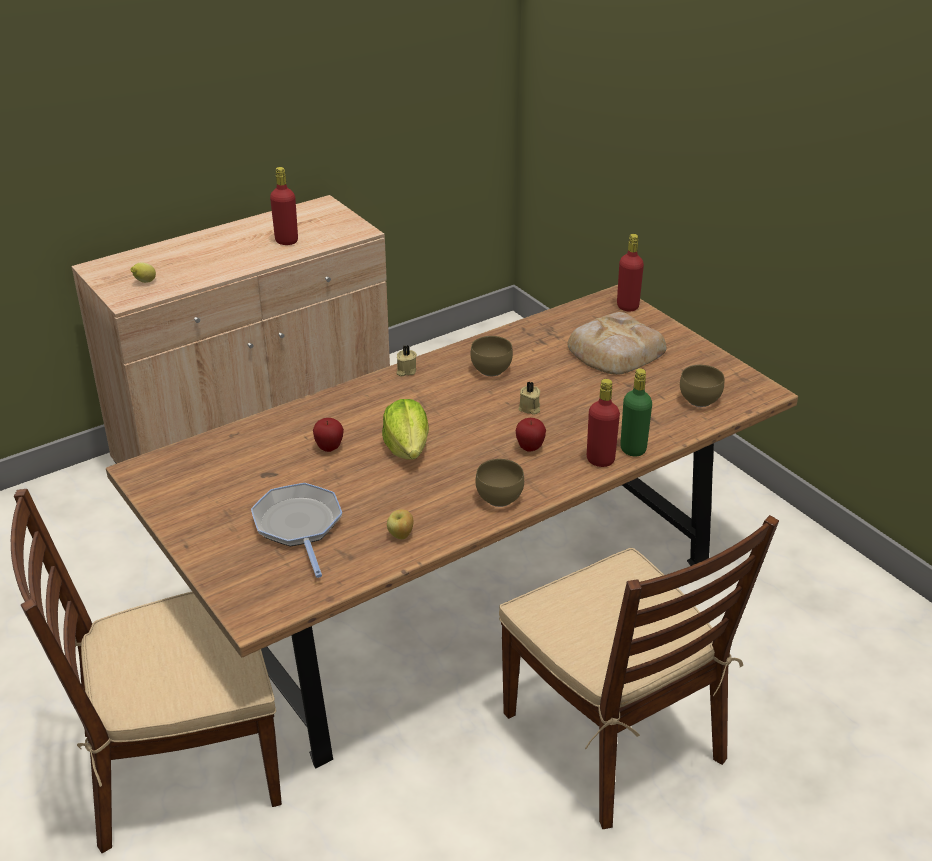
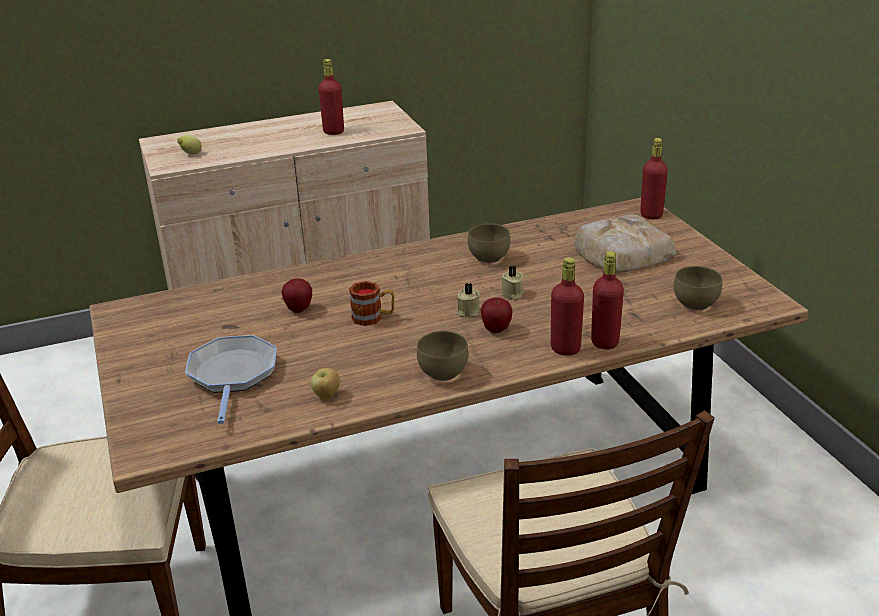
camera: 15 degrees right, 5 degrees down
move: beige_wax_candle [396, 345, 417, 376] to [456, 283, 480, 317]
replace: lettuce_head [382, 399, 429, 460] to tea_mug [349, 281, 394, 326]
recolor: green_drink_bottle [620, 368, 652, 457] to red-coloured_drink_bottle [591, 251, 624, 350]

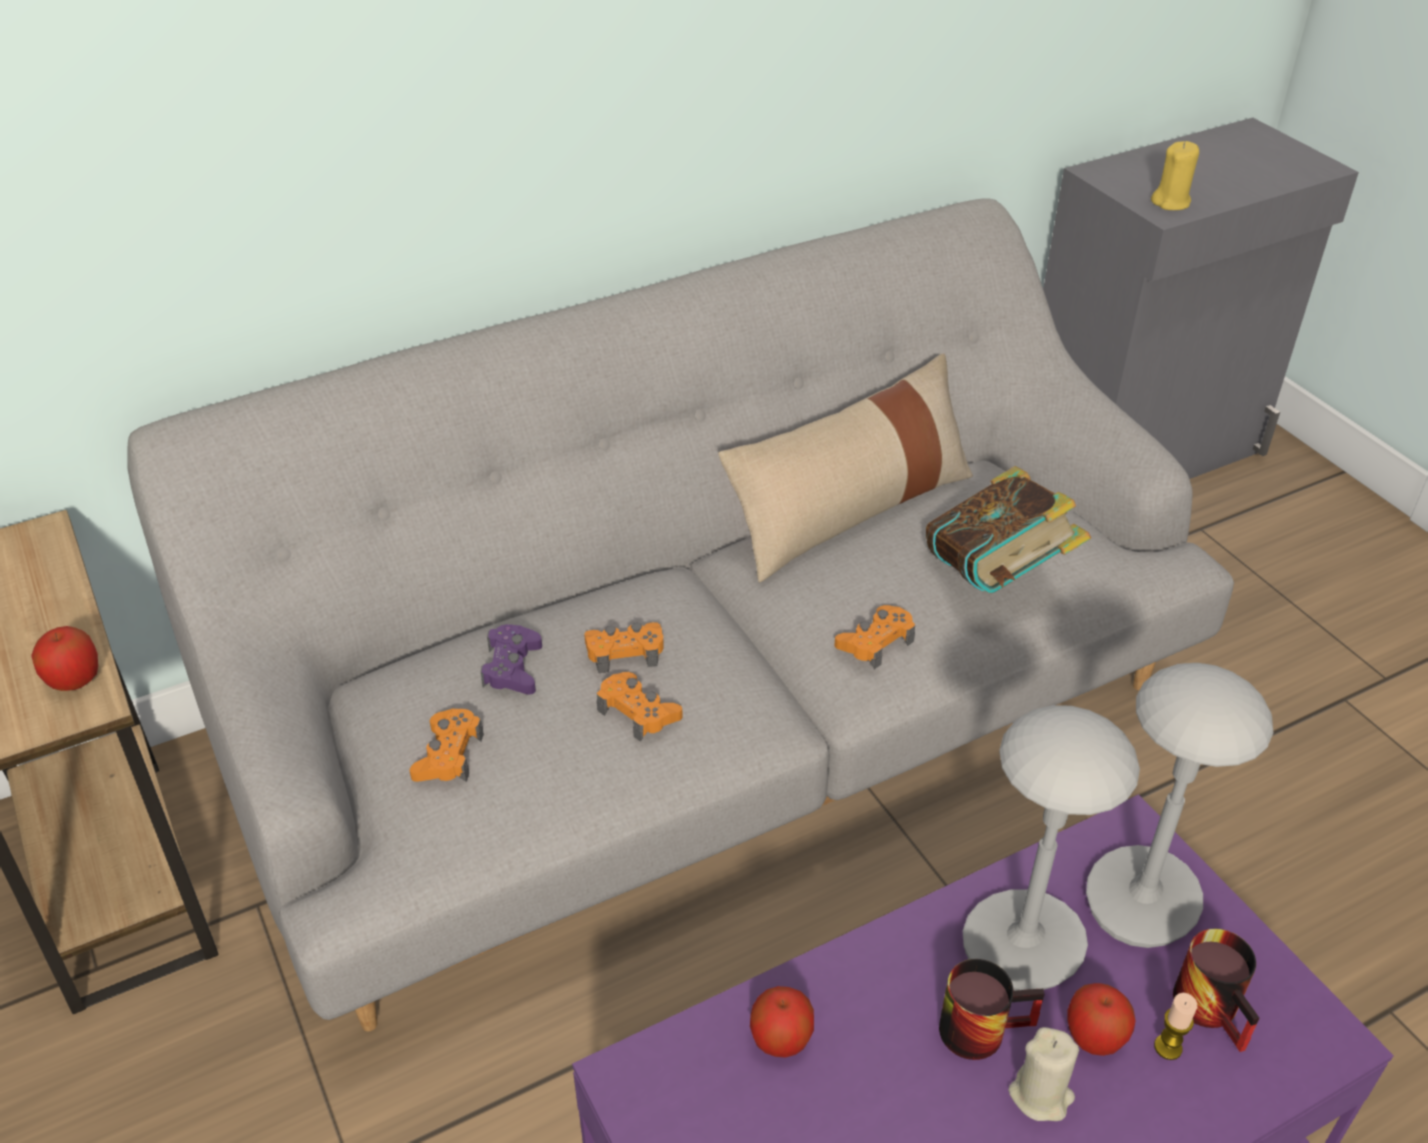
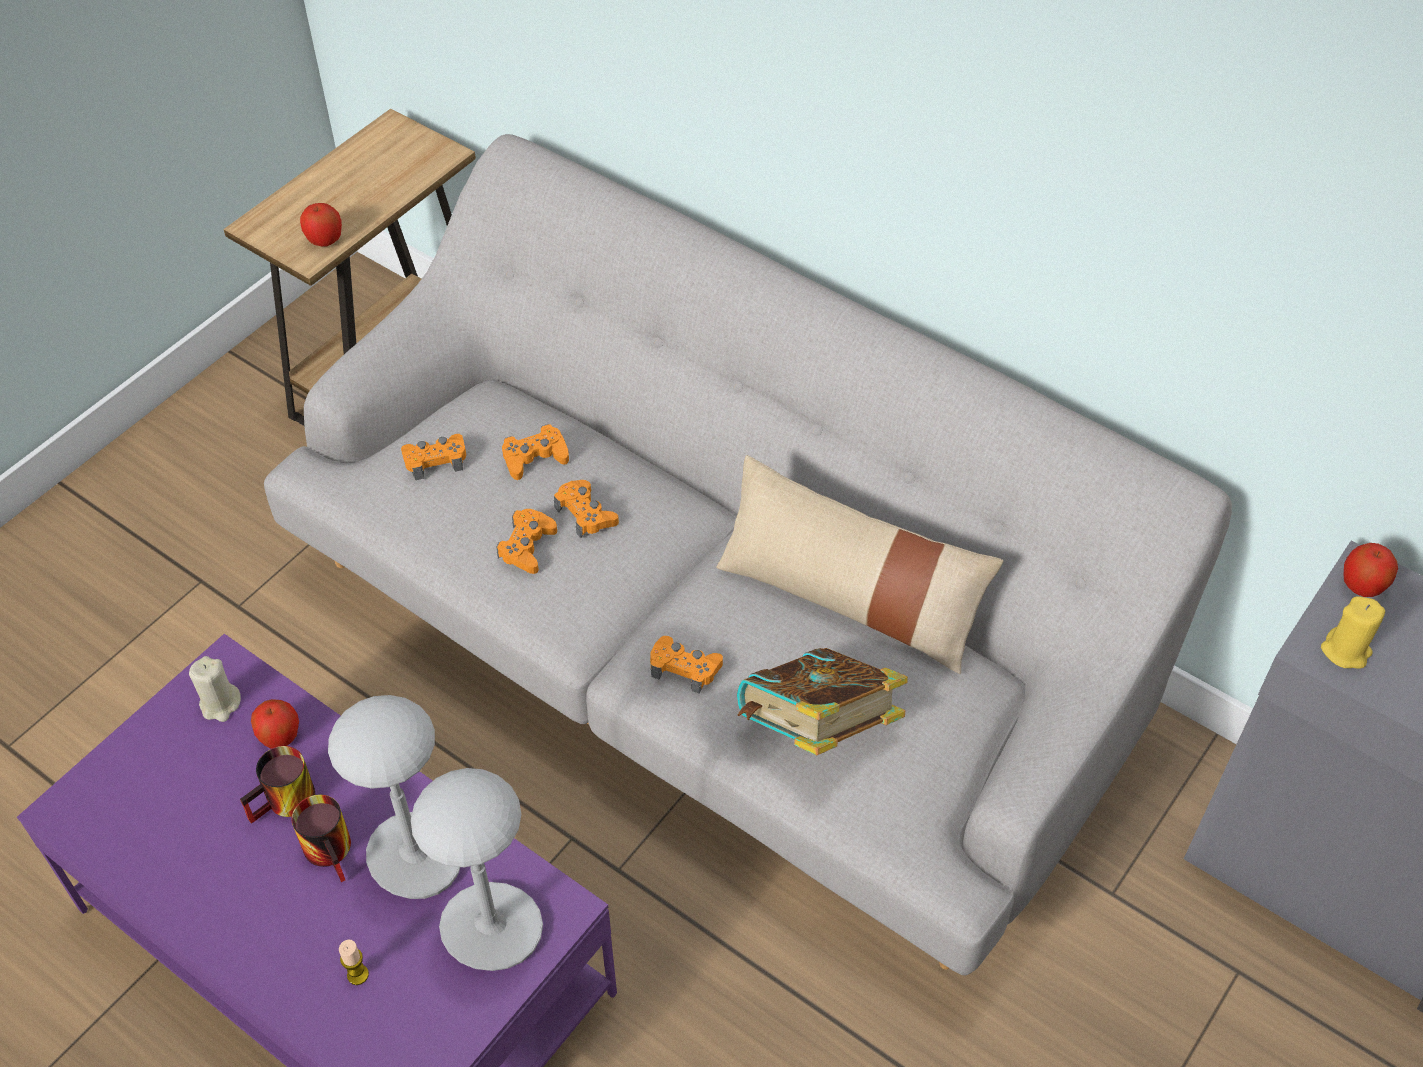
camera: 65 degrees right, 10 degrees up
move: beige_wax_candle [1008, 1027, 1079, 1121] to [189, 656, 241, 722]; apple_fruit [1068, 983, 1136, 1056] to [1344, 543, 1398, 597]; tea_mug [1173, 929, 1259, 1052] to [240, 746, 315, 823]
recolor: purple_joypad [481, 624, 542, 694] to orange-coloured_joypad [502, 424, 569, 480]

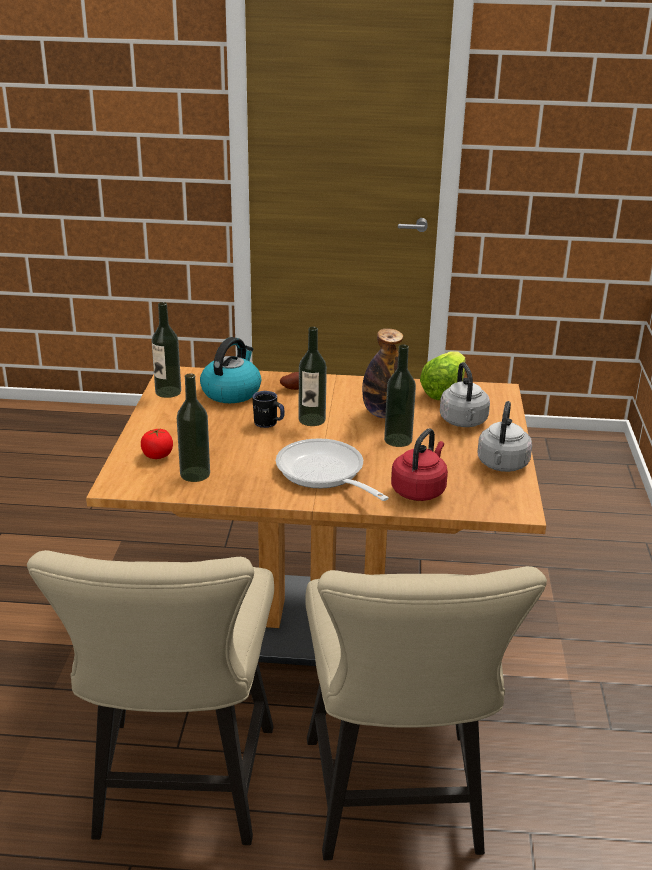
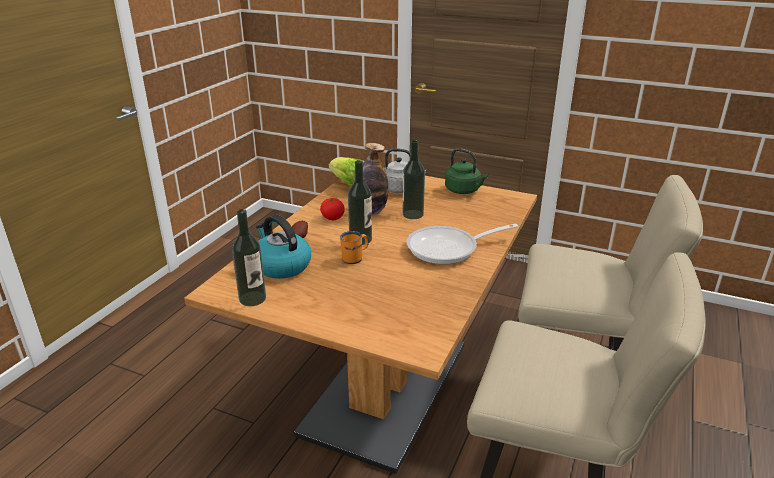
camera: 70 degrees left, 0 degrees up
delete: drink_bottle [177, 373, 210, 482]; red-coloured_tea_kettle [391, 428, 448, 501]
move: tomato [141, 429, 173, 459] to [320, 198, 345, 220]
recolor: black_tea_mug [252, 391, 285, 428] to orange-coloured_tea_mug [340, 231, 369, 264]; greyish_tea_kettle [478, 401, 532, 472] to green_tea_kettle [445, 148, 488, 194]

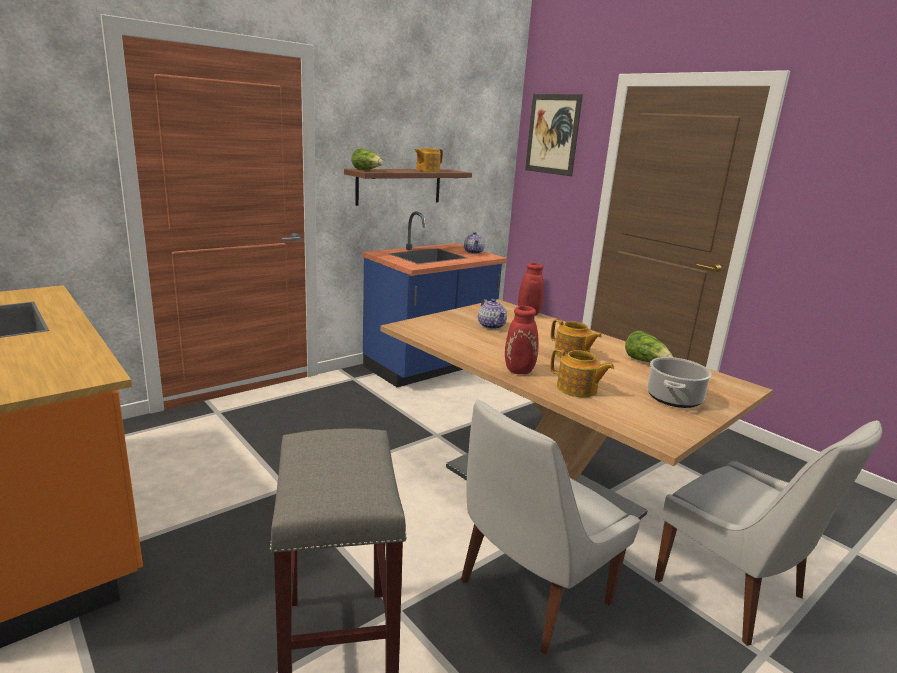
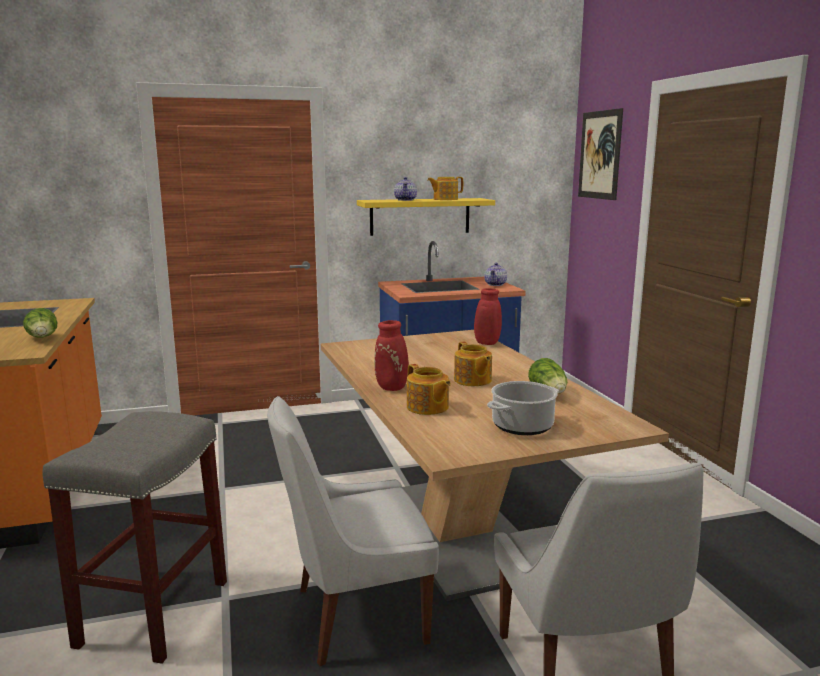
camera: 25 degrees right, 5 degrees down
move: lettuce_head [351, 148, 383, 170] to [23, 308, 57, 337]; teapot [478, 299, 507, 329] to [394, 177, 417, 201]
recolor: brown_wall_shelf [344, 169, 472, 206] to yellow-coloured_wall_shelf [357, 198, 495, 236]

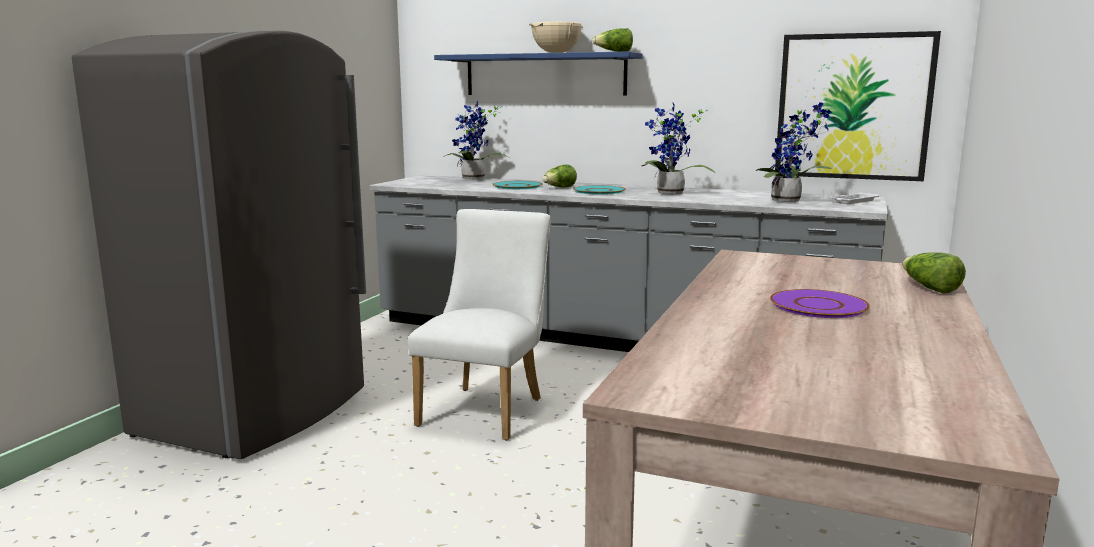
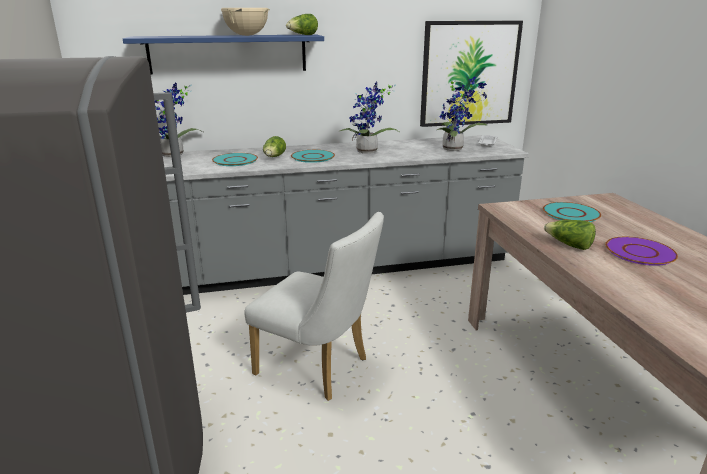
camera: 35 degrees left, 10 degrees up
insert: blue-green_plate [543, 202, 601, 222]
move: lettuce_head [902, 252, 966, 294] to [544, 220, 596, 250]
rotate: white-coloured_chair [408, 209, 551, 441] = [244, 212, 384, 401] 135 degrees clockwise

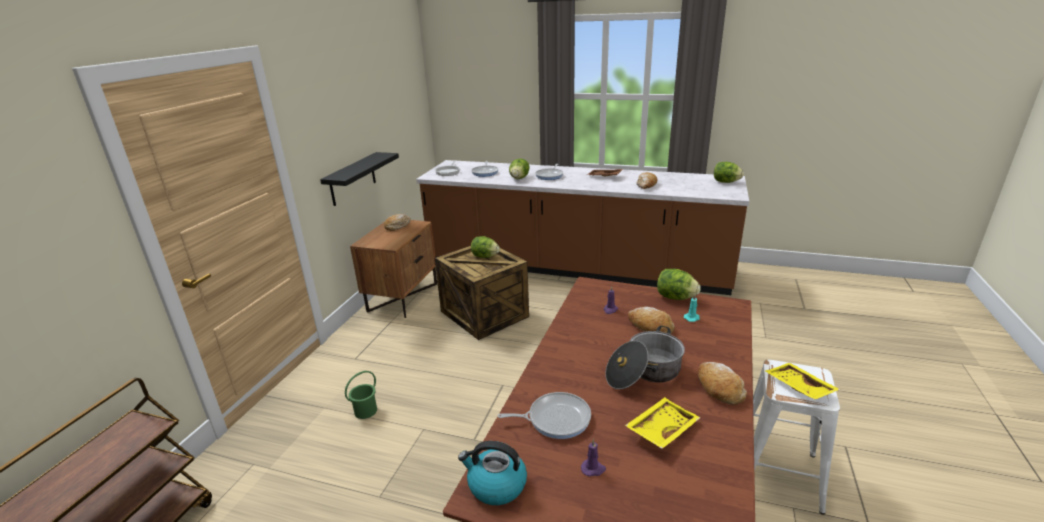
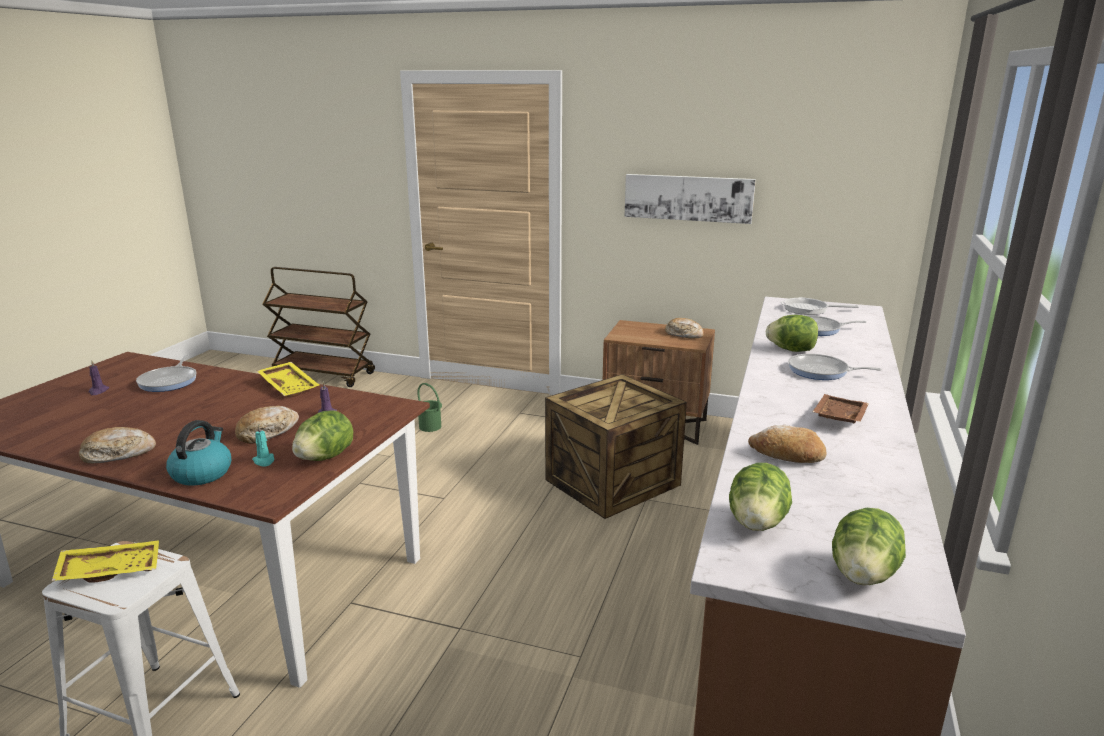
camera: 90 degrees right, 5 degrees down
delete: black_wall_shelf [320, 152, 399, 206]; cooking_pot [605, 326, 685, 389]
insert: picture [624, 174, 756, 224]
move: tea_kettle [458, 441, 527, 505] to [166, 420, 231, 486]; lettuce_head [471, 236, 500, 258] to [729, 463, 792, 531]; yellow-coloured_carrying_tray [625, 397, 700, 449] to [257, 362, 319, 397]

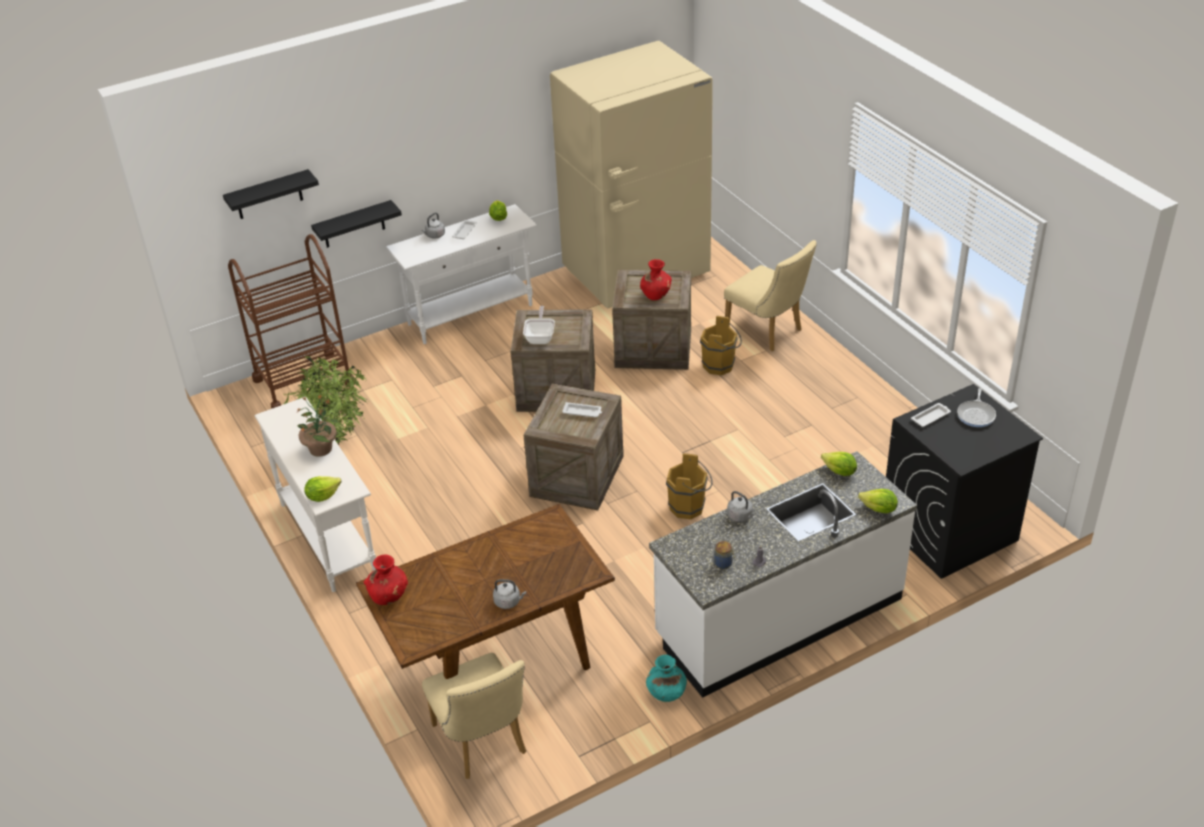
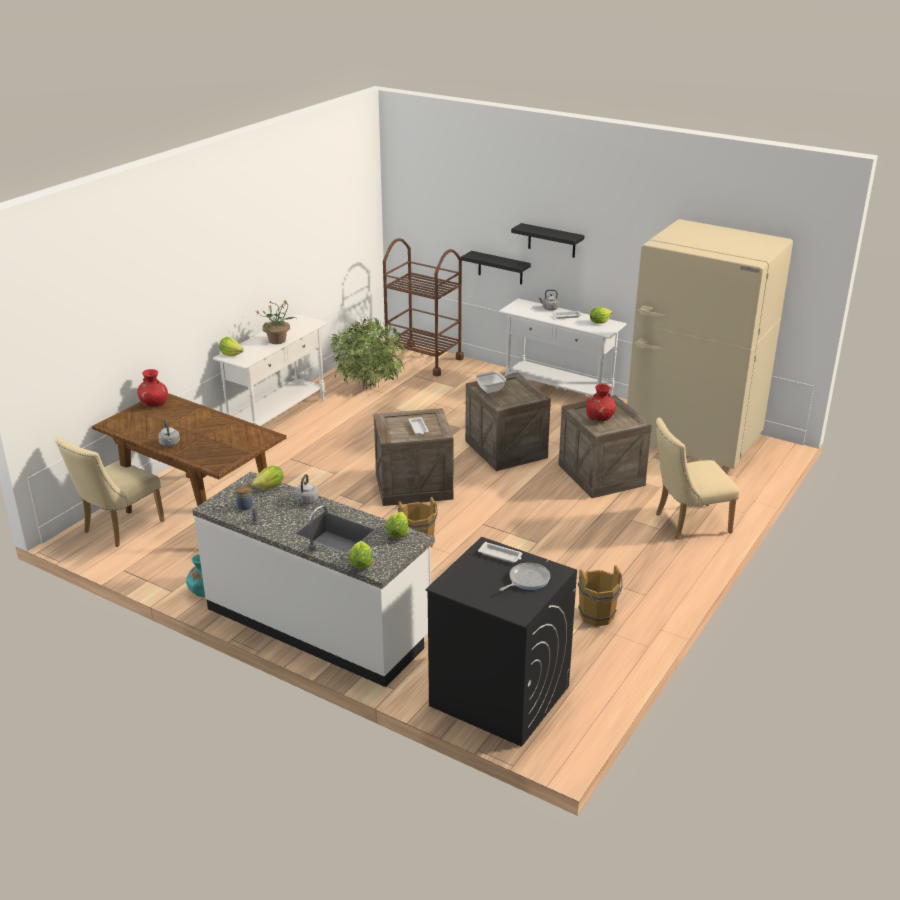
camera: 60 degrees right, 10 degrees down
insert: lettuce_head [251, 466, 284, 489]
move: black_wall_shelf [223, 169, 319, 219] to [511, 223, 585, 258]; brown_pail [700, 316, 742, 375] to [578, 565, 623, 627]
rotate: beige_chair [724, 240, 817, 351] = [655, 418, 740, 540] 60 degrees clockwise; pan [957, 388, 996, 427] = [500, 563, 550, 591] 150 degrees clockwise

